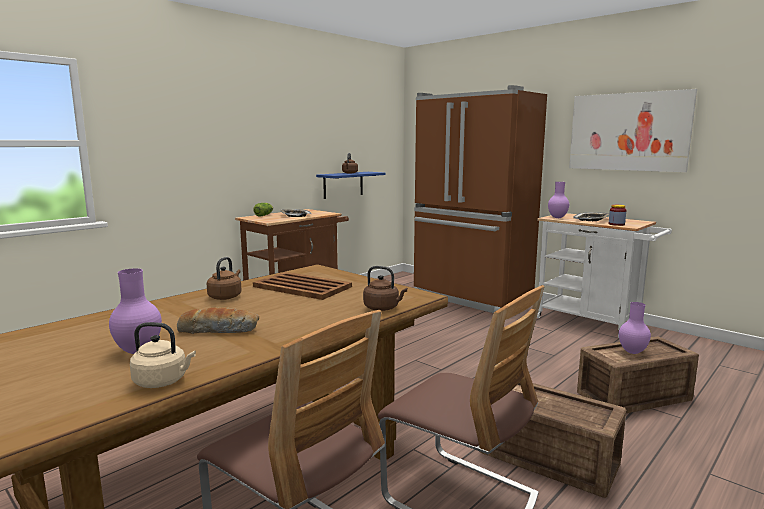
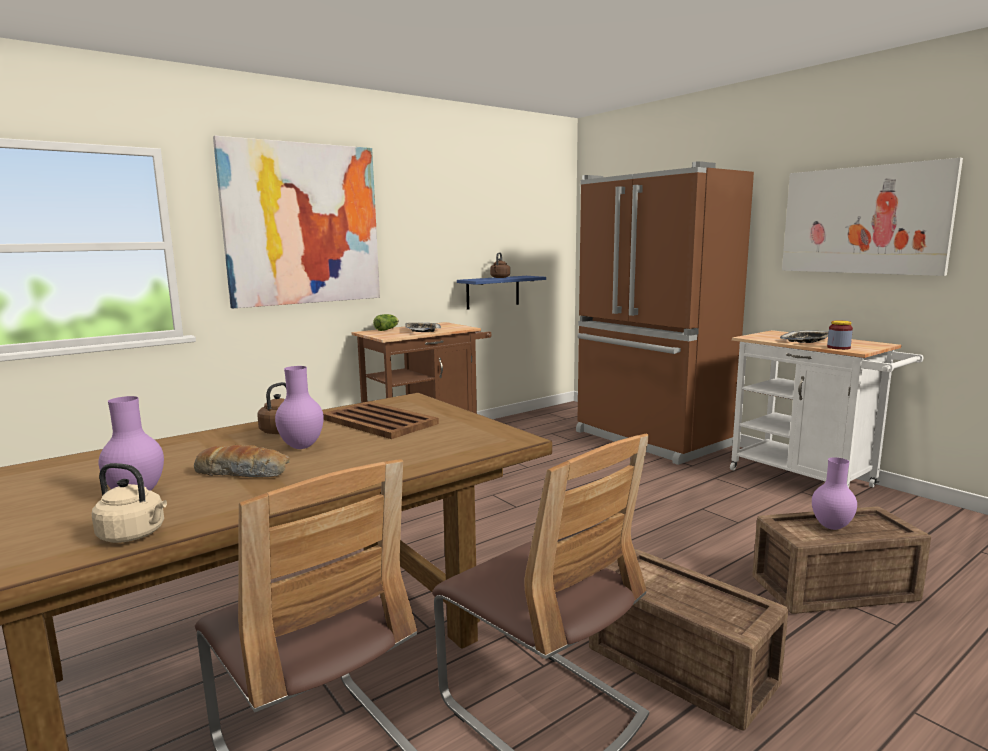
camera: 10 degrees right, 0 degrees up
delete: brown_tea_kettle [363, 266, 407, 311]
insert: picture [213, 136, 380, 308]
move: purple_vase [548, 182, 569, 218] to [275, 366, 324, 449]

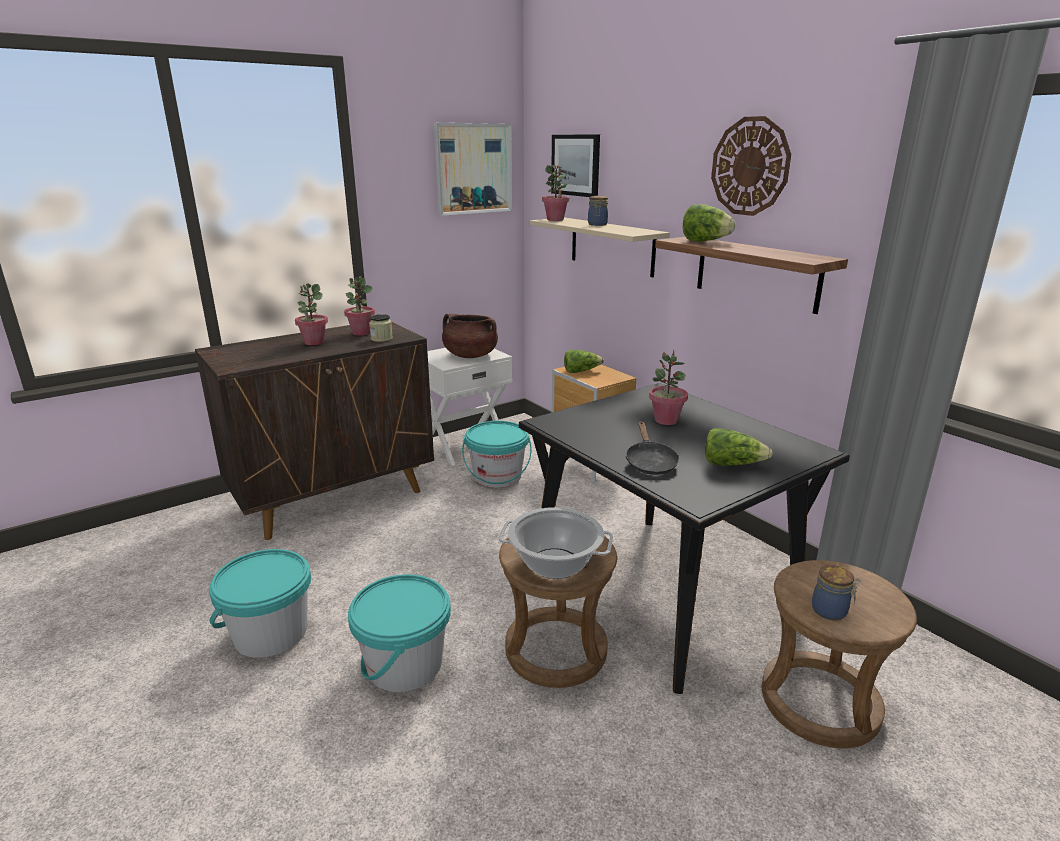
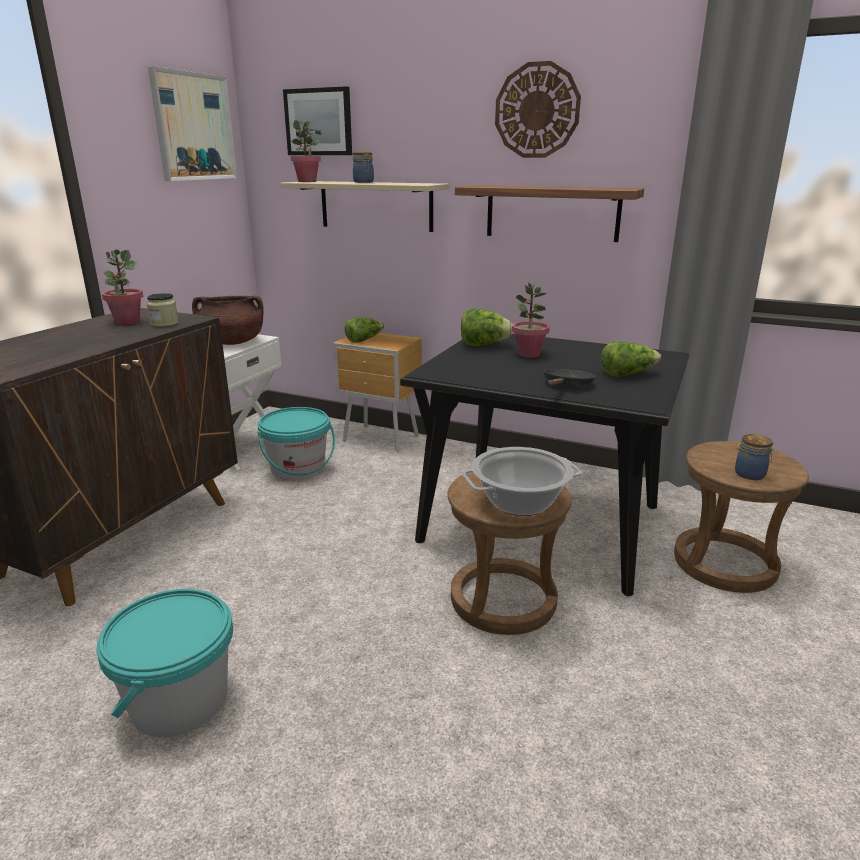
camera: 30 degrees left, 0 degrees up
delete: plant_in_a_pot [295, 283, 328, 345]; blue-green_pail [348, 574, 451, 692]
move: lettuce_head [683, 204, 736, 242] to [461, 309, 513, 346]
rotate: black_pan [625, 421, 679, 475] = [544, 369, 595, 385] 120 degrees counterclockwise

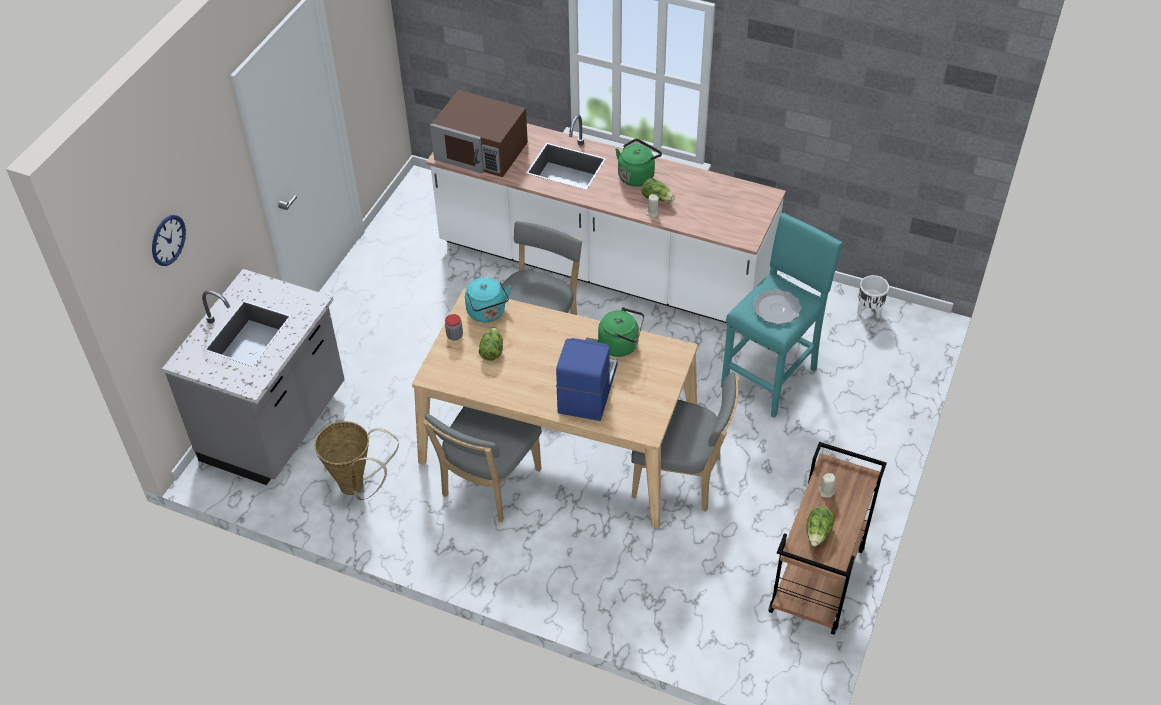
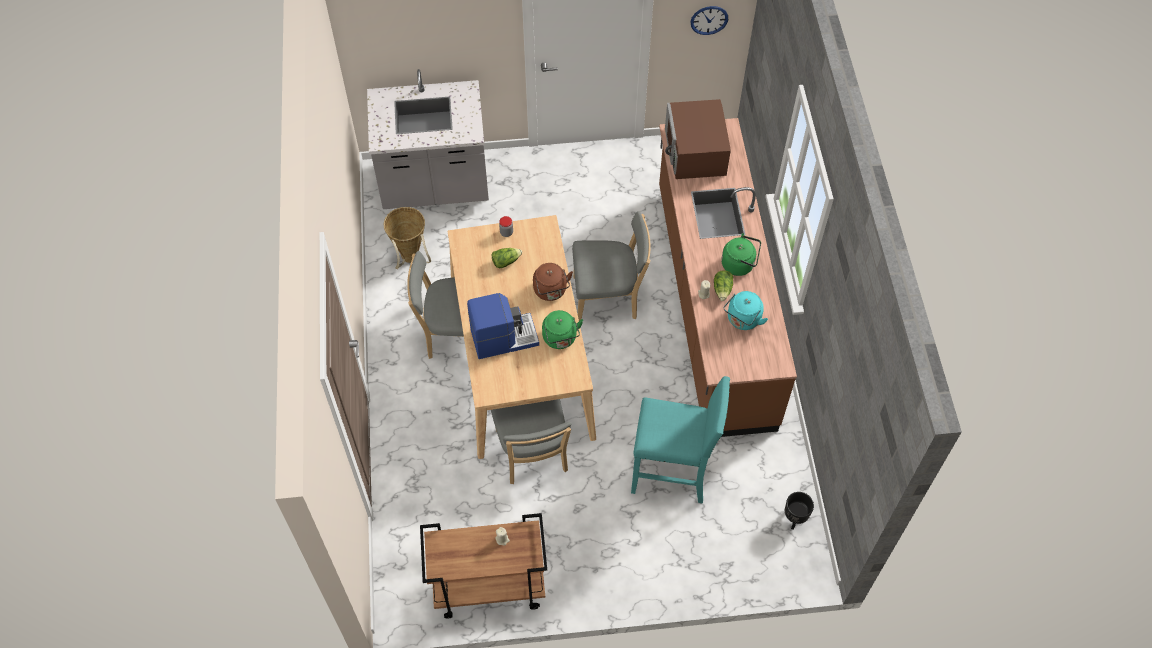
camera: 60 degrees right, 10 degrees up
delete: plate [753, 289, 802, 324]; lettuce_head [806, 507, 835, 546]
insert: brown_tea_kettle [533, 263, 573, 301]
move: clock_on_the_wall [152, 215, 186, 266] to [690, 6, 728, 35]; blue-green_tea_kettle [465, 277, 511, 323] to [724, 291, 768, 330]
recolor: white-coloured_kitchen_base_unit [426, 115, 786, 323] to brown_kitchen_base_unit [659, 118, 797, 437]; white-coloured_planter [857, 275, 889, 319] to black_planter [785, 492, 814, 530]

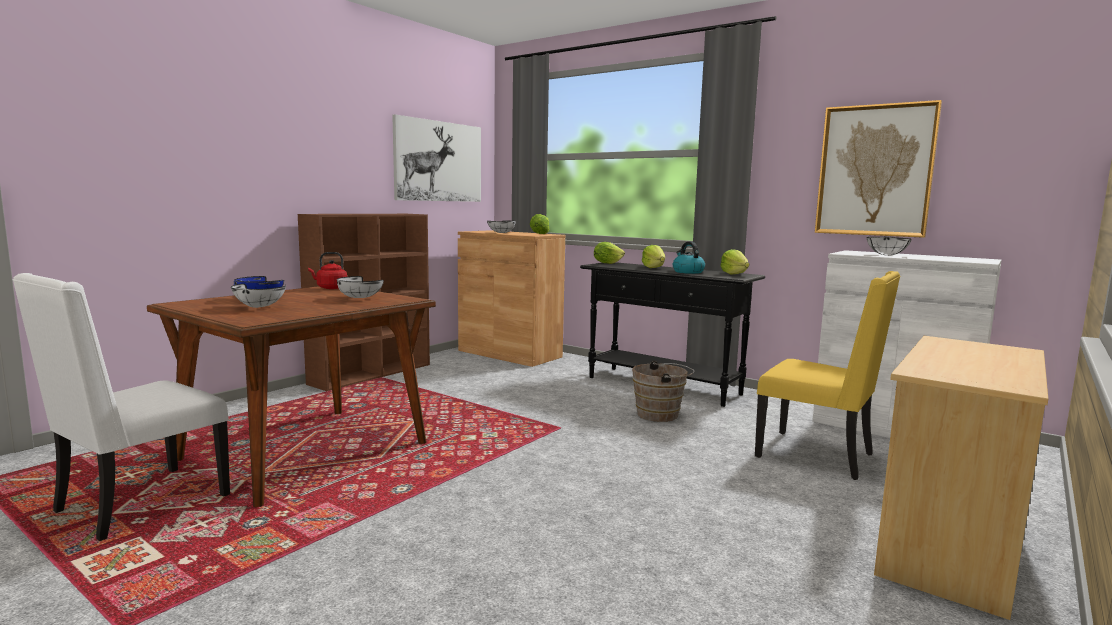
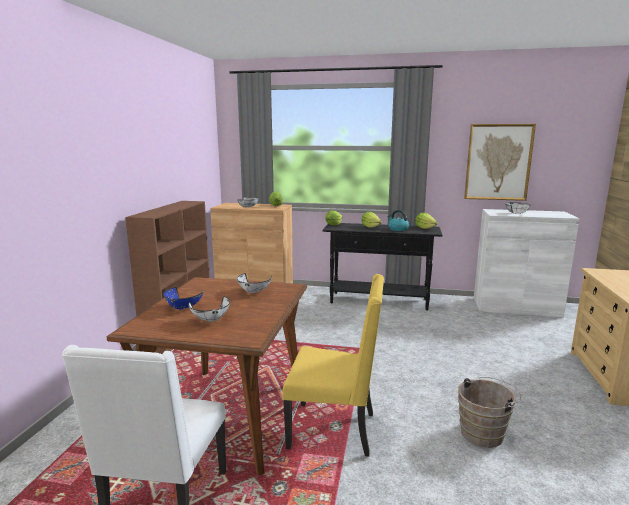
camera: 25 degrees left, 5 degrees up
delete: red-coloured_tea_kettle [308, 252, 347, 289]; picture [392, 114, 481, 202]
move: brown_pail [632, 361, 695, 422] to [458, 377, 521, 448]; yellow-coloured_chair [755, 271, 900, 480] to [282, 274, 384, 457]

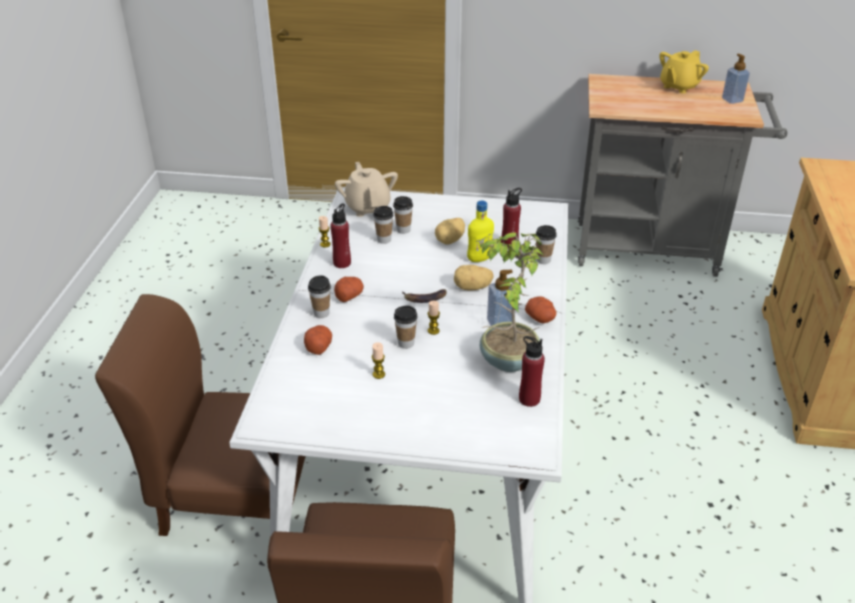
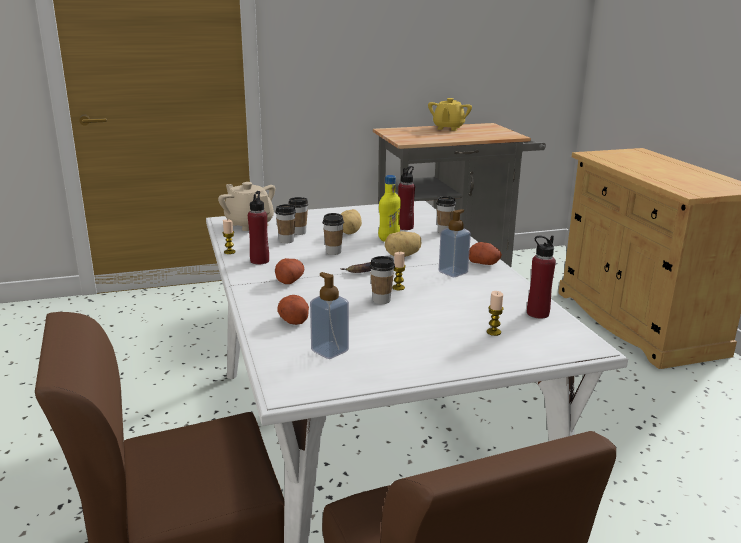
camera: 25 degrees left, 15 degrees down
delete: plant_in_a_pot [480, 232, 544, 372]
move: cup [308, 276, 331, 318] to [322, 213, 344, 255]; wax_candle [372, 342, 385, 379] to [487, 291, 504, 336]; soap_bottle [722, 54, 750, 104] to [310, 272, 349, 359]

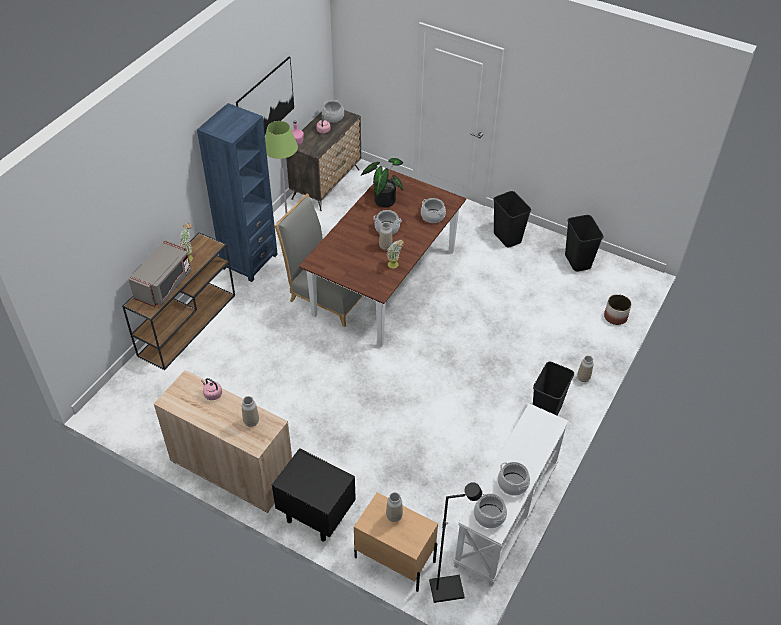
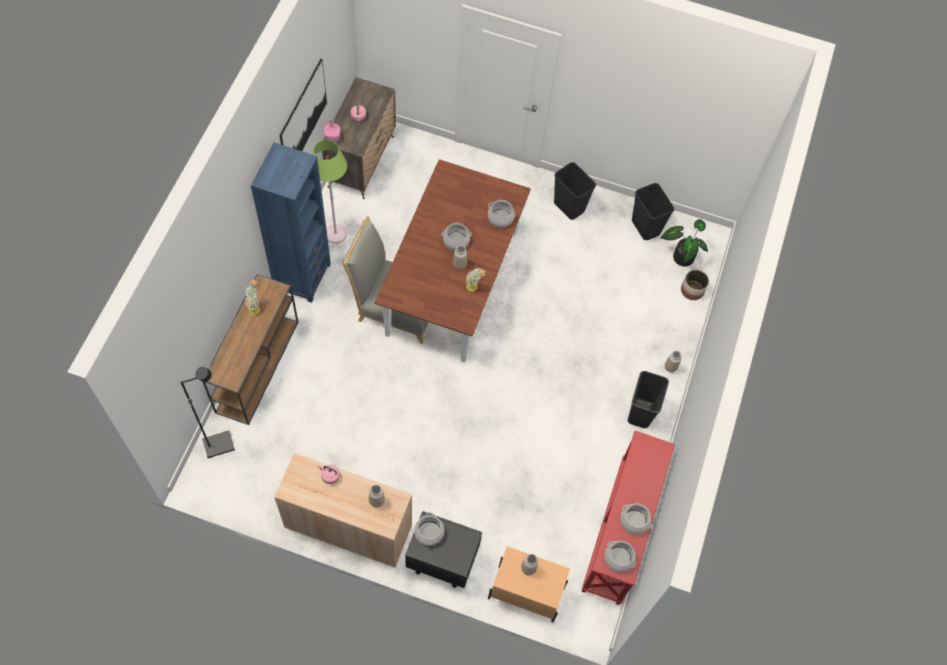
camera: 15 degrees left, 15 degrees up
delete: greyish_microwave_oven [128, 240, 192, 307]
move: cooking_pot [322, 100, 344, 123] to [414, 512, 444, 546]; plant_in_a_pot [361, 158, 403, 208] to [661, 219, 708, 267]; black_standing_lamp [429, 482, 482, 603] to [180, 367, 235, 458]
recolor: white-coloured_console_table [453, 403, 569, 586] to red-coloured_console_table [581, 431, 675, 605]

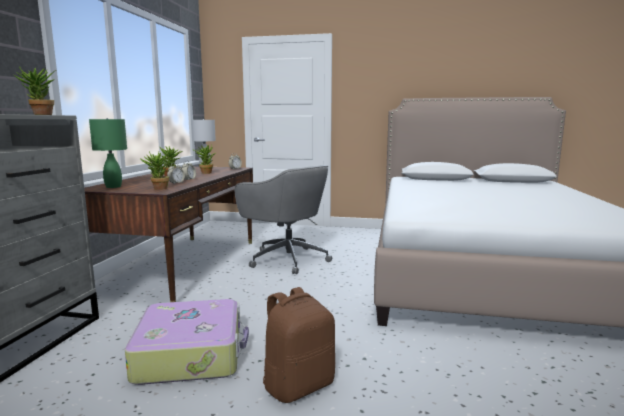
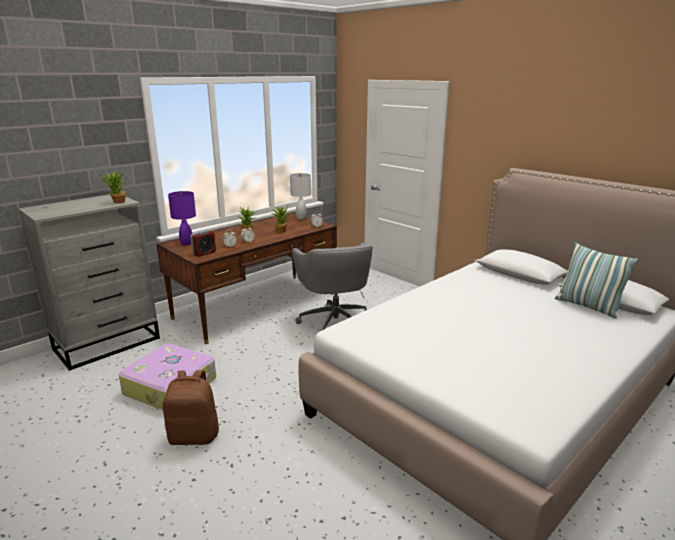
camera: 35 degrees right, 10 degrees up
insert: cushion [555, 242, 638, 318]
replace: plant_in_a_pot [140, 151, 169, 190] to bedside_clock [190, 230, 216, 257]
recolor: green_lamp_for_a_table [89, 118, 127, 188] to purple_lamp_for_a_table [168, 191, 196, 245]

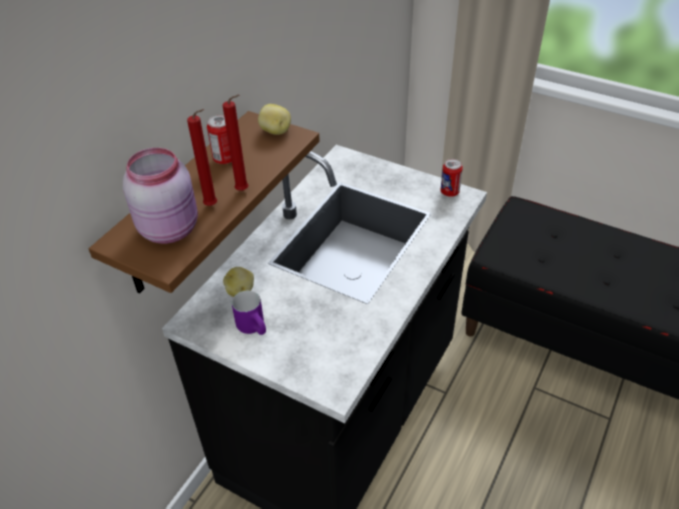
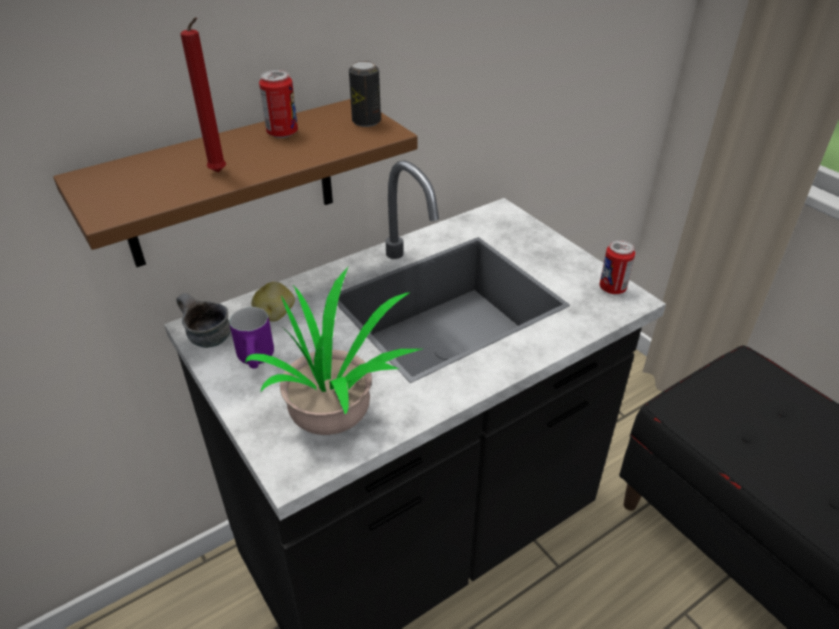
camera: 25 degrees right, 5 degrees down
delete: pinkish_storage_jar [123, 148, 198, 244]; red-coloured_wax_candle [222, 95, 248, 191]
insert: tea_mug [176, 293, 231, 348]; plant_in_a_pot [245, 267, 422, 435]
replace: potato [258, 104, 291, 135] to can [349, 61, 381, 127]

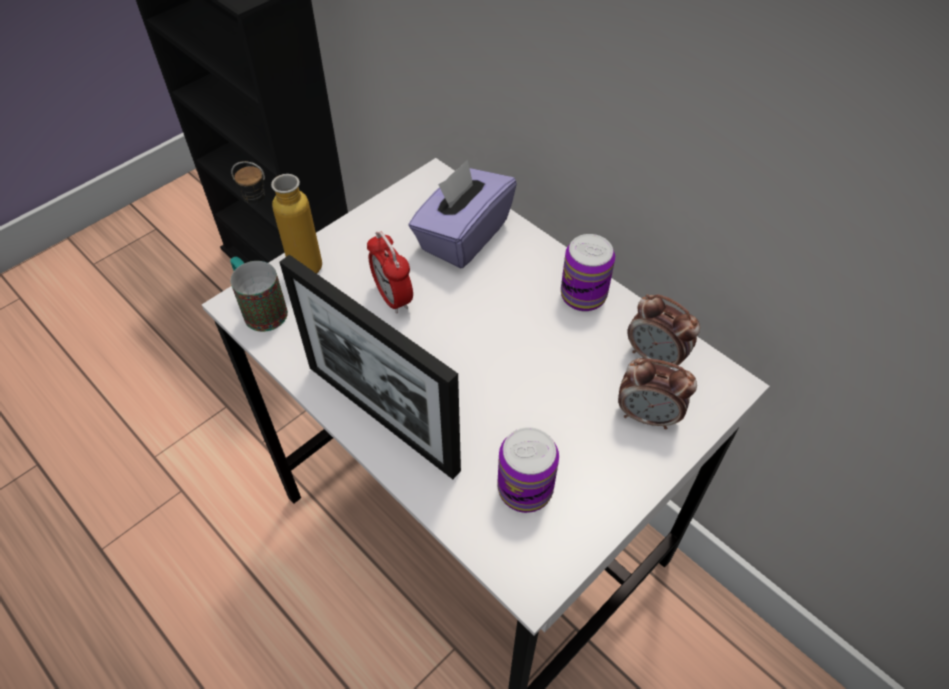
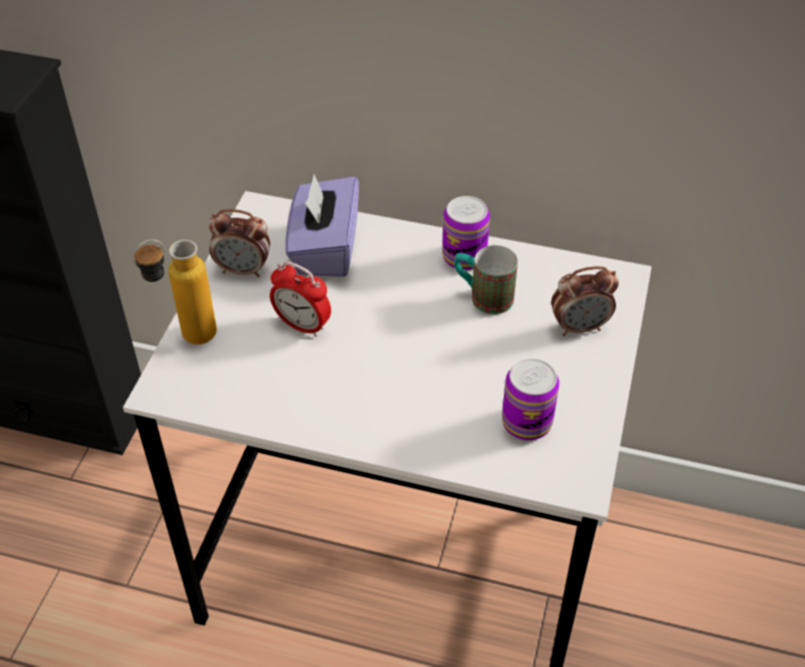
camera: 30 degrees left, 5 degrees down
delete: photo_frame [279, 255, 461, 479]
move: tea_mug [230, 257, 288, 332] to [454, 245, 518, 314]; bedside_clock [627, 294, 700, 368] to [209, 209, 270, 277]

